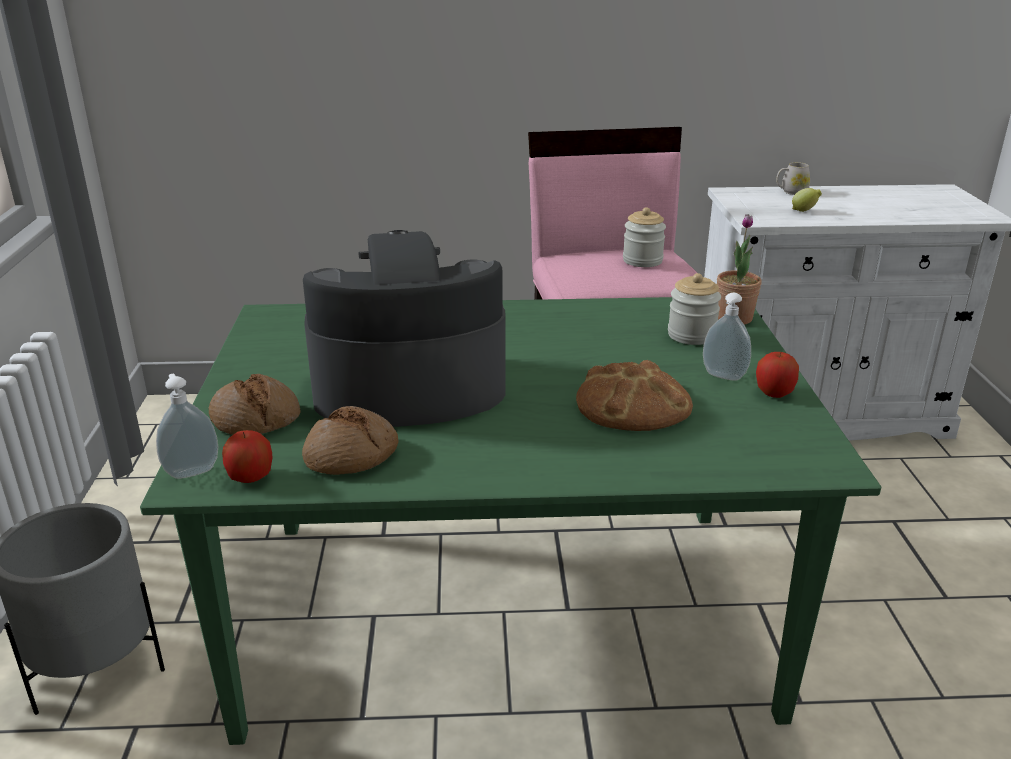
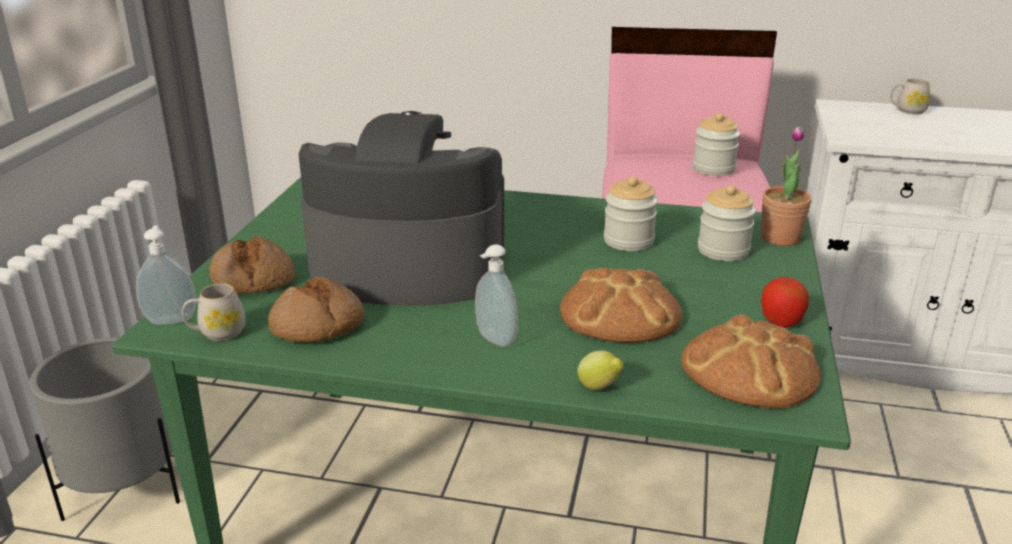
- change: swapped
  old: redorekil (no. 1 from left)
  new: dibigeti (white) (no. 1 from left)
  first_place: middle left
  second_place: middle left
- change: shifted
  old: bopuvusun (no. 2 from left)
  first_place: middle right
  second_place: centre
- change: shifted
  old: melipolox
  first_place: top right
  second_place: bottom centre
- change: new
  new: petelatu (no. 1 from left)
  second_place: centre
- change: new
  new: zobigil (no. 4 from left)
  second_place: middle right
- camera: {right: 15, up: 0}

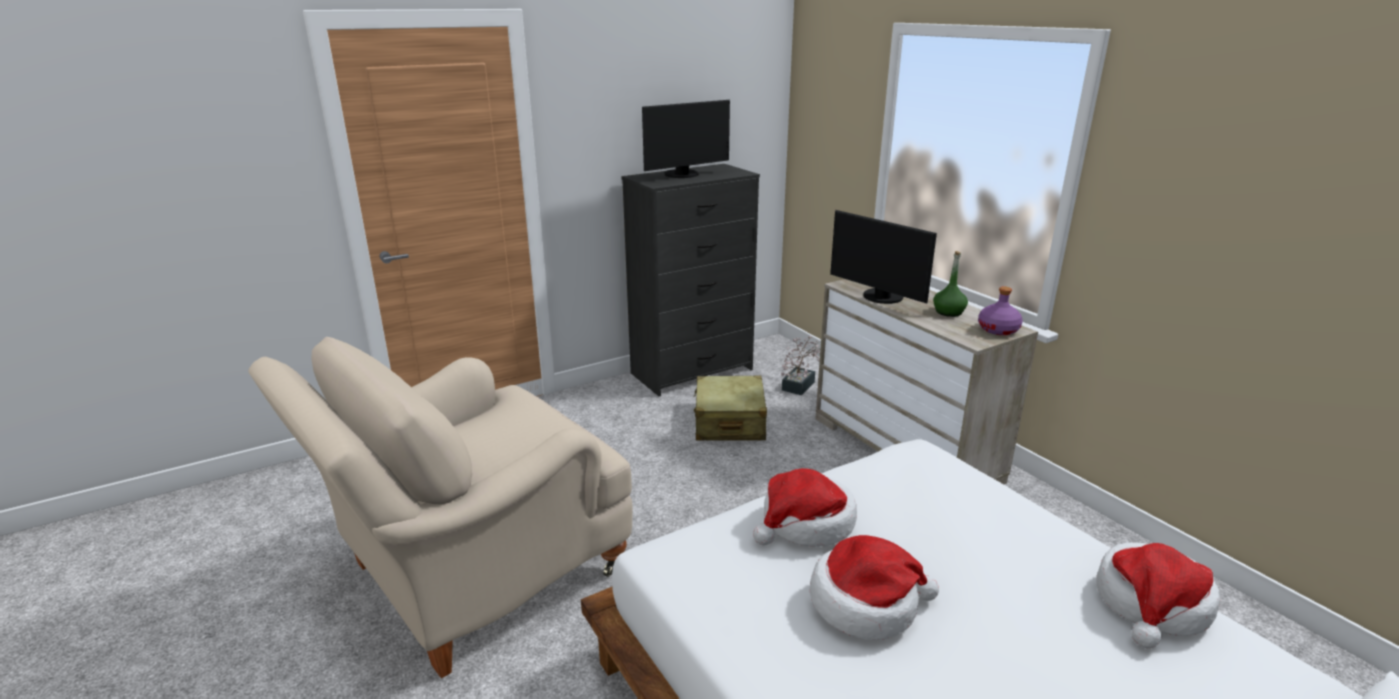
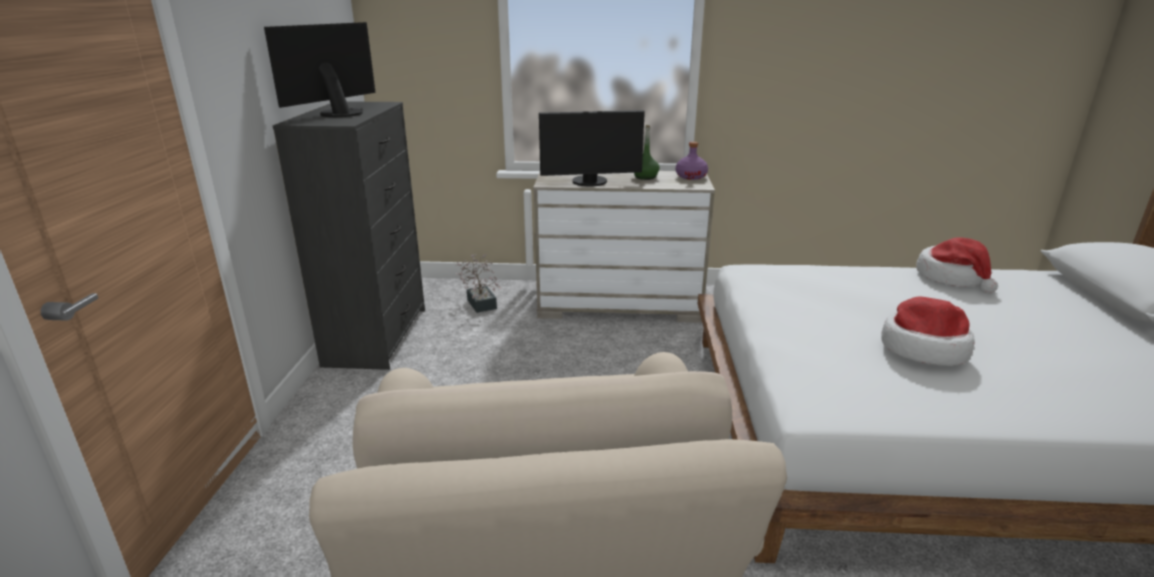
- change: rotated
  old: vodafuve (no. 1 from left)
  first_place: top centre
  second_place: top left
  degrees: -150
- change: gone
  old: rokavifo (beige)
  first_place: centre
- change: gone
  old: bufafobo (no. 1 from left)
  first_place: bottom centre
- camera: {right: -55, up: 0}

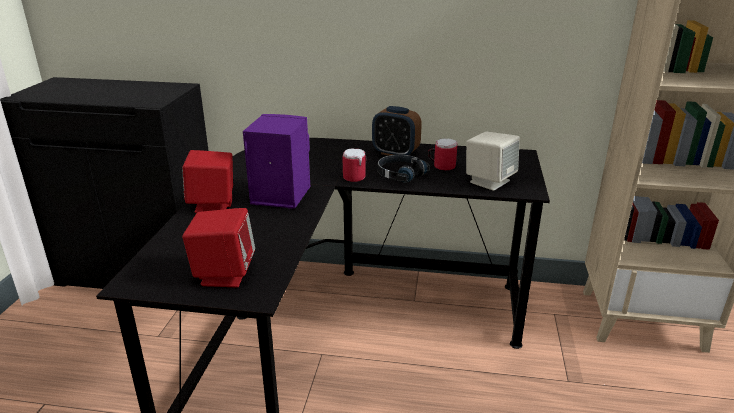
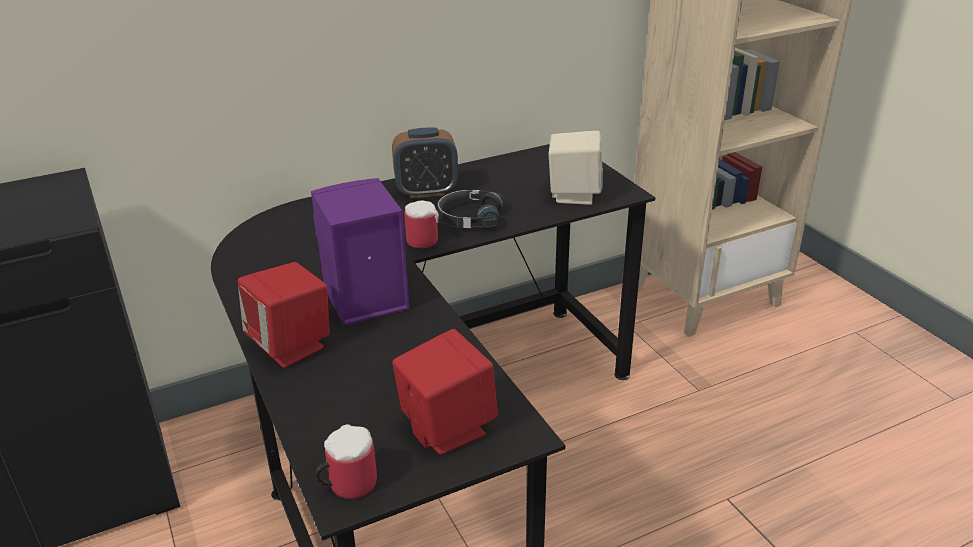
- change: shifted
  old: dibigeti (no. 2 from left in the first image)
  new: dibigeti (no. 1 from left)
  first_place: centre
  second_place: bottom centre
- camera: {right: -35, up: 5}

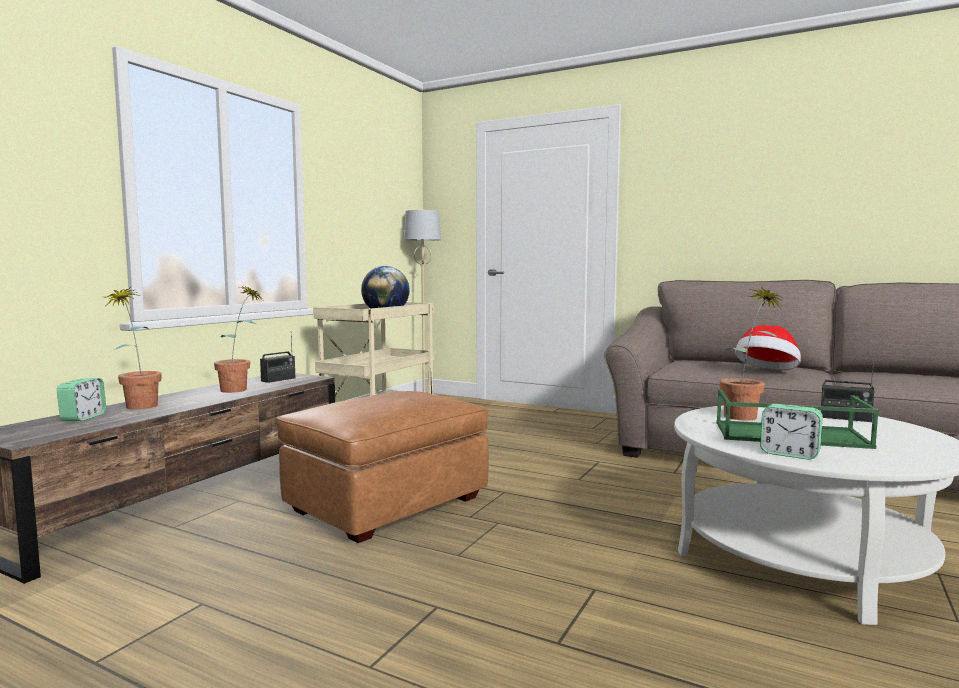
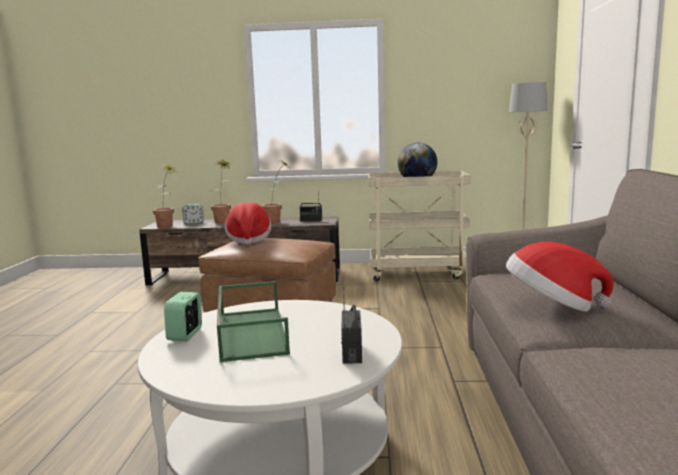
- change: shifted
  old: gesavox (no. 3 from left in the first image)
  new: gesavox (no. 1 from left)
  first_place: middle right
  second_place: middle left
- change: new
  new: bufafobo (no. 1 from left)
  second_place: centre
- camera: {right: 65, up: 5}

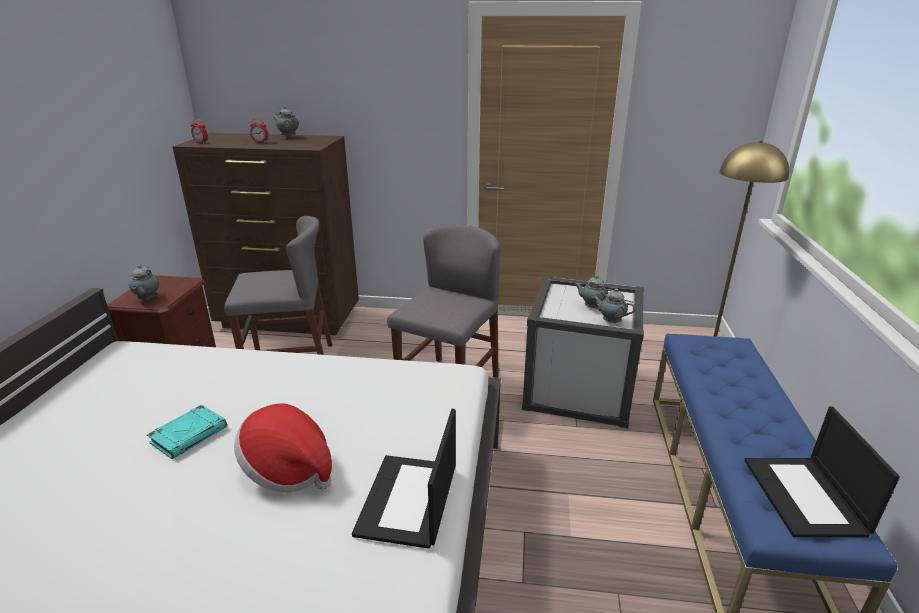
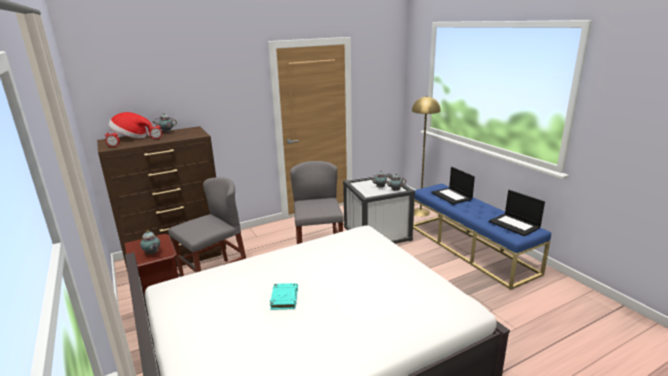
- change: shifted
  old: bufafobo
  first_place: bottom left
  second_place: top left
- change: shifted
  old: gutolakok (no. 1 from left)
  first_place: bottom centre
  second_place: middle right
- camera: {right: -35, up: -5}

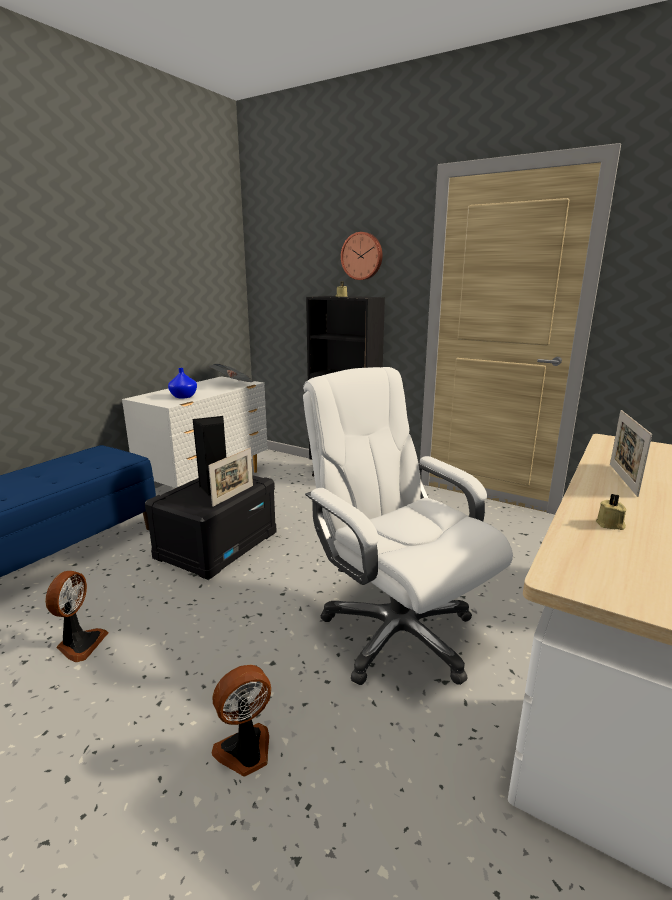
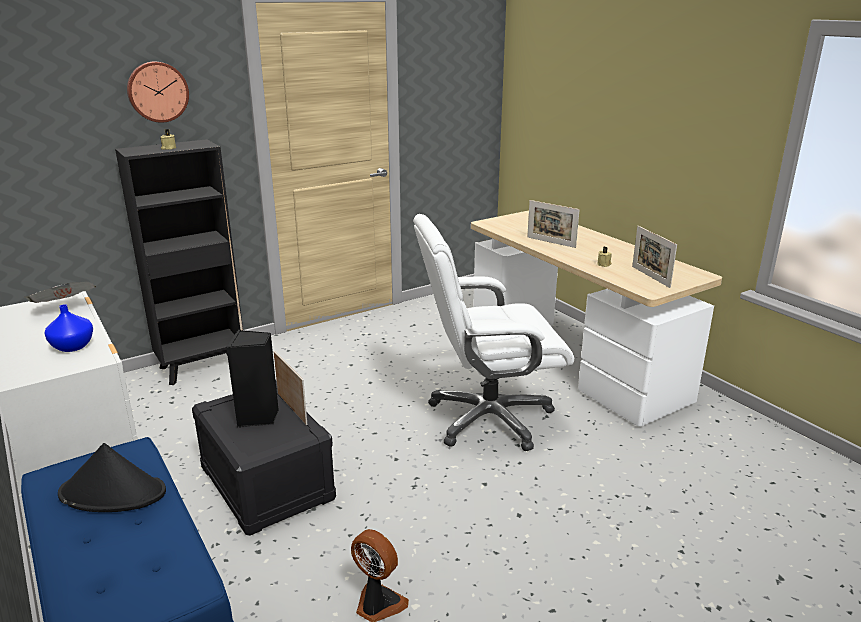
- change: gone
  old: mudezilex (no. 2 from left)
  first_place: bottom centre
- change: new
  new: bufafobo (black)
  second_place: bottom left
- change: new
  new: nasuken (no. 3 from left)
  second_place: middle right
- camera: {right: -65, up: 5}

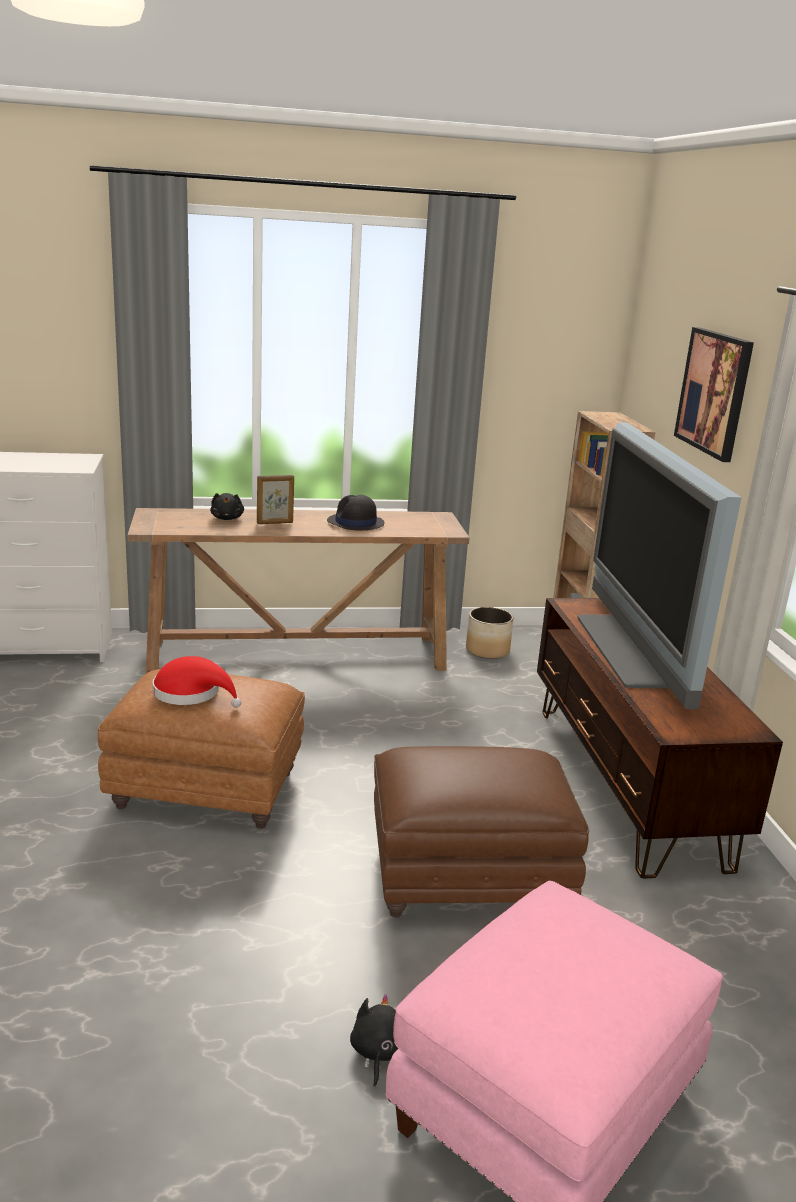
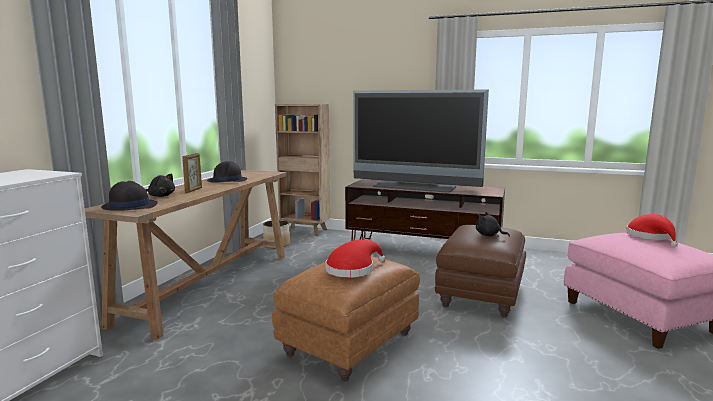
- change: shifted
  old: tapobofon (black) (no. 2 from left)
  first_place: bottom centre
  second_place: middle right
- change: gone
  old: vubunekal
  first_place: top right
- change: new
  new: bufafobo (black) (no. 1 from left)
  second_place: middle left
- change: new
  new: bufafobo (red) (no. 2 from left)
  second_place: middle right
- camera: {right: -60, up: -10}

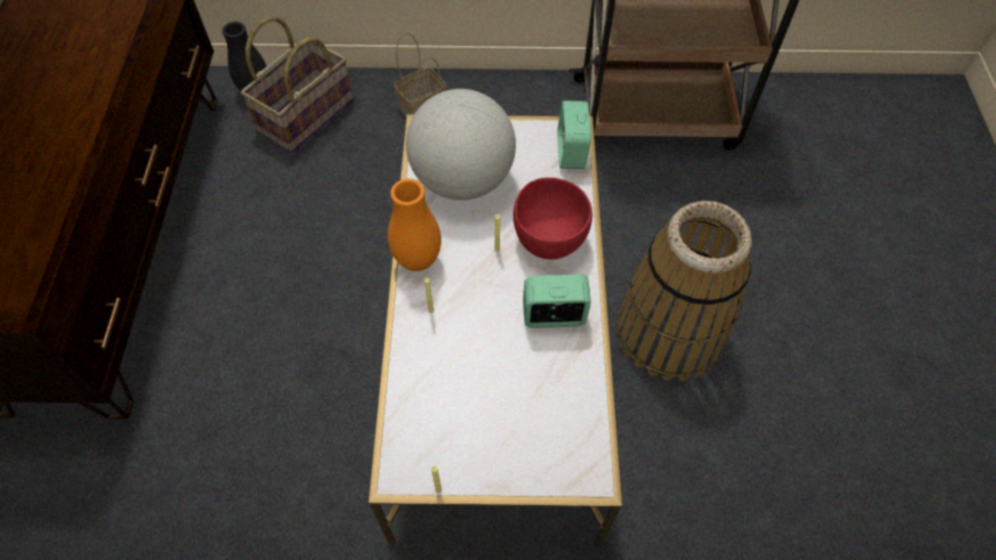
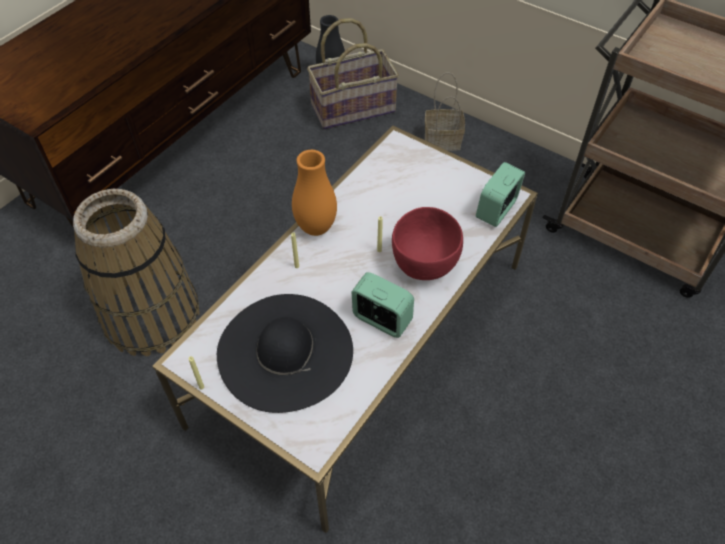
- change: gone
  old: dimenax
  first_place: top centre
- change: shifted
  old: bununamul (no. 3 from left in the first image)
  new: bununamul (no. 1 from left)
  first_place: middle right
  second_place: middle left
- change: new
  new: bufafobo (black)
  second_place: centre
- camera: {right: 35, up: -5}

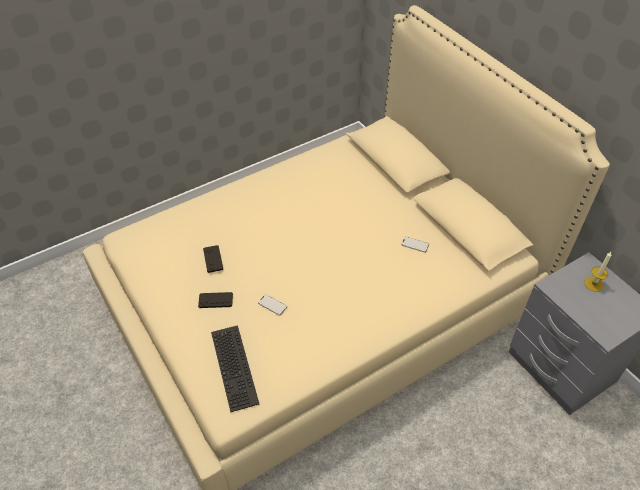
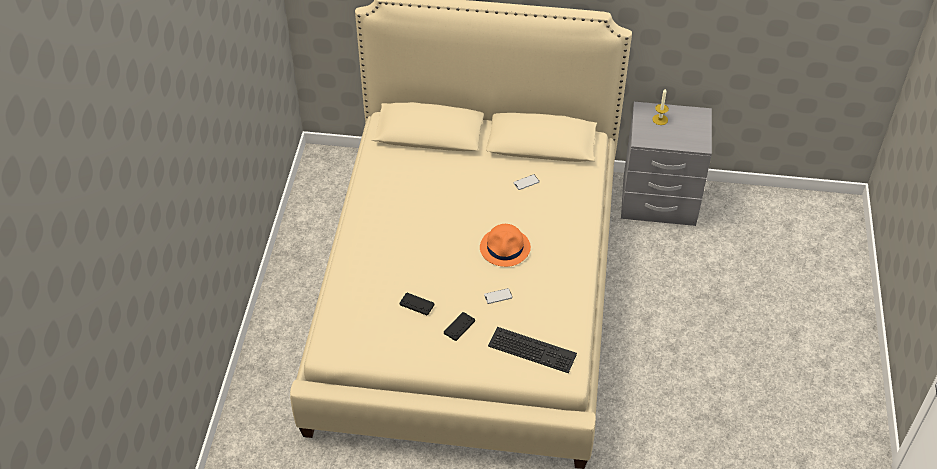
- change: new
  new: bufafobo (orange)
  second_place: centre
- camera: {right: -50, up: 0}

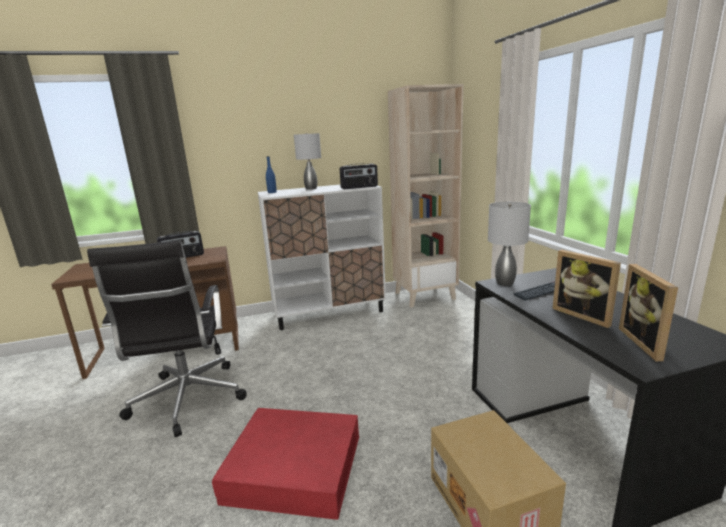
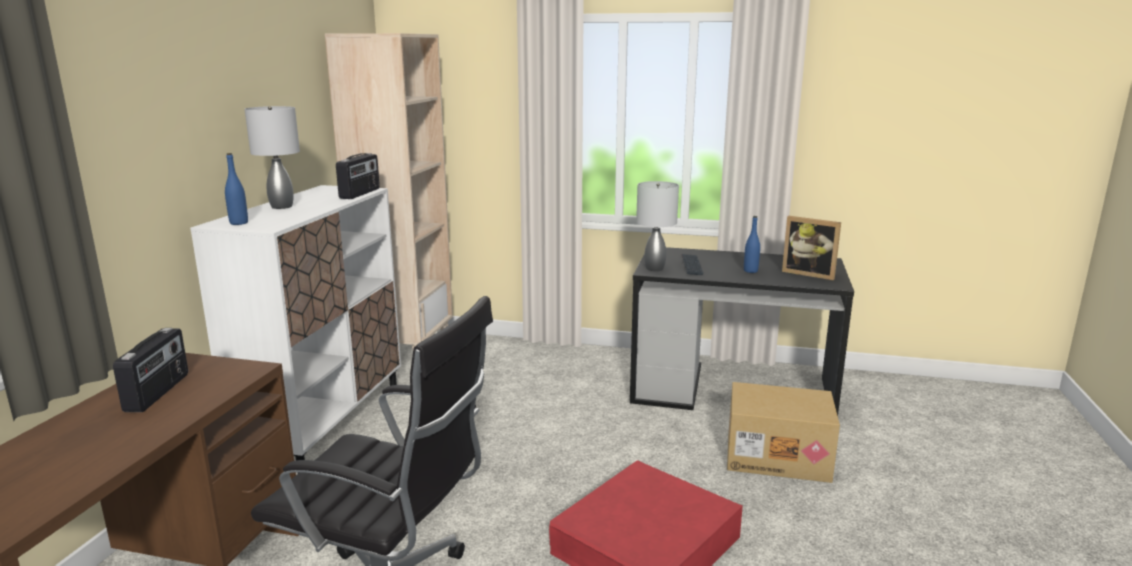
- change: swapped
  old: nasuken (no. 1 from left)
  new: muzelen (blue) (no. 2 from left)
  first_place: middle right
  second_place: centre
- camera: {right: -60, up: 0}

